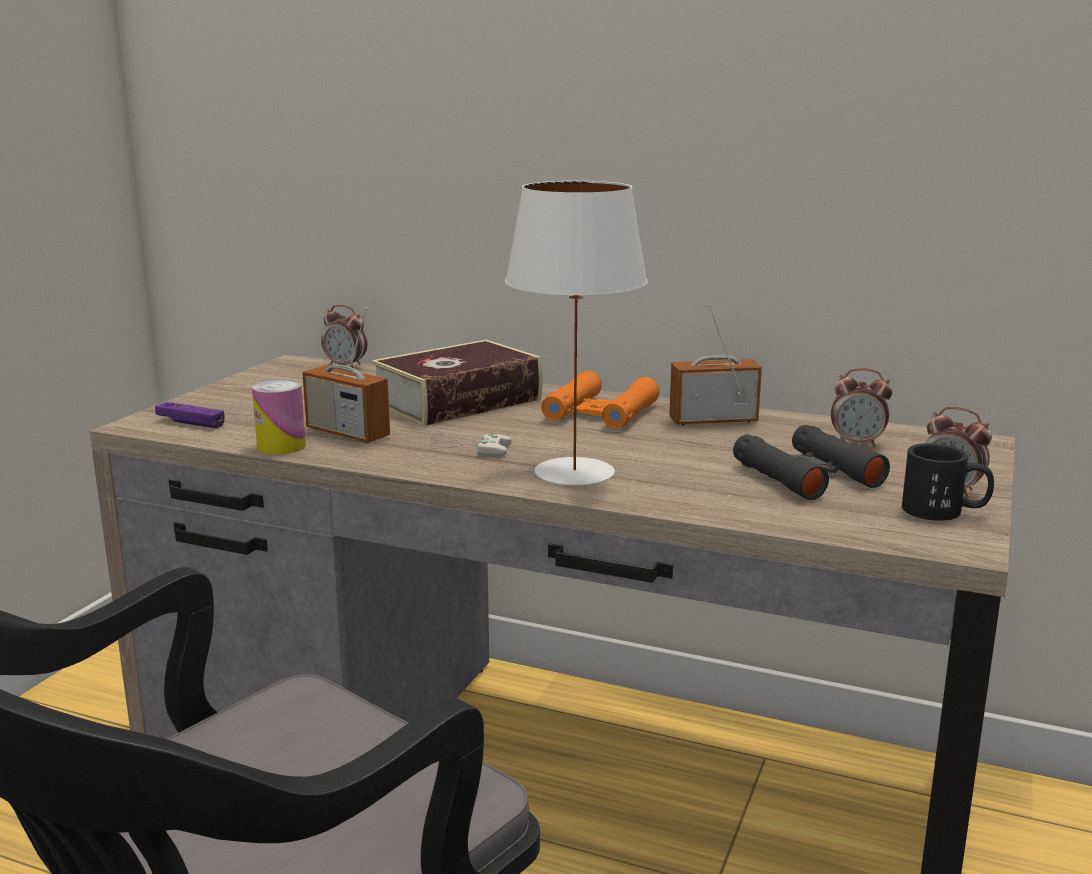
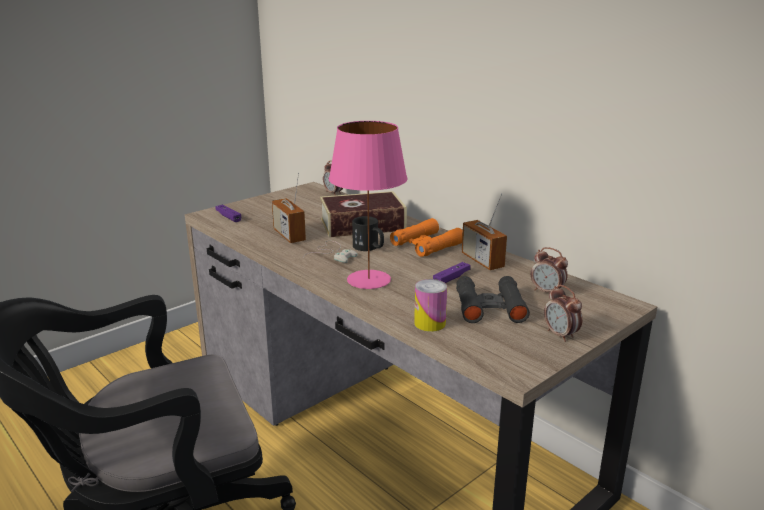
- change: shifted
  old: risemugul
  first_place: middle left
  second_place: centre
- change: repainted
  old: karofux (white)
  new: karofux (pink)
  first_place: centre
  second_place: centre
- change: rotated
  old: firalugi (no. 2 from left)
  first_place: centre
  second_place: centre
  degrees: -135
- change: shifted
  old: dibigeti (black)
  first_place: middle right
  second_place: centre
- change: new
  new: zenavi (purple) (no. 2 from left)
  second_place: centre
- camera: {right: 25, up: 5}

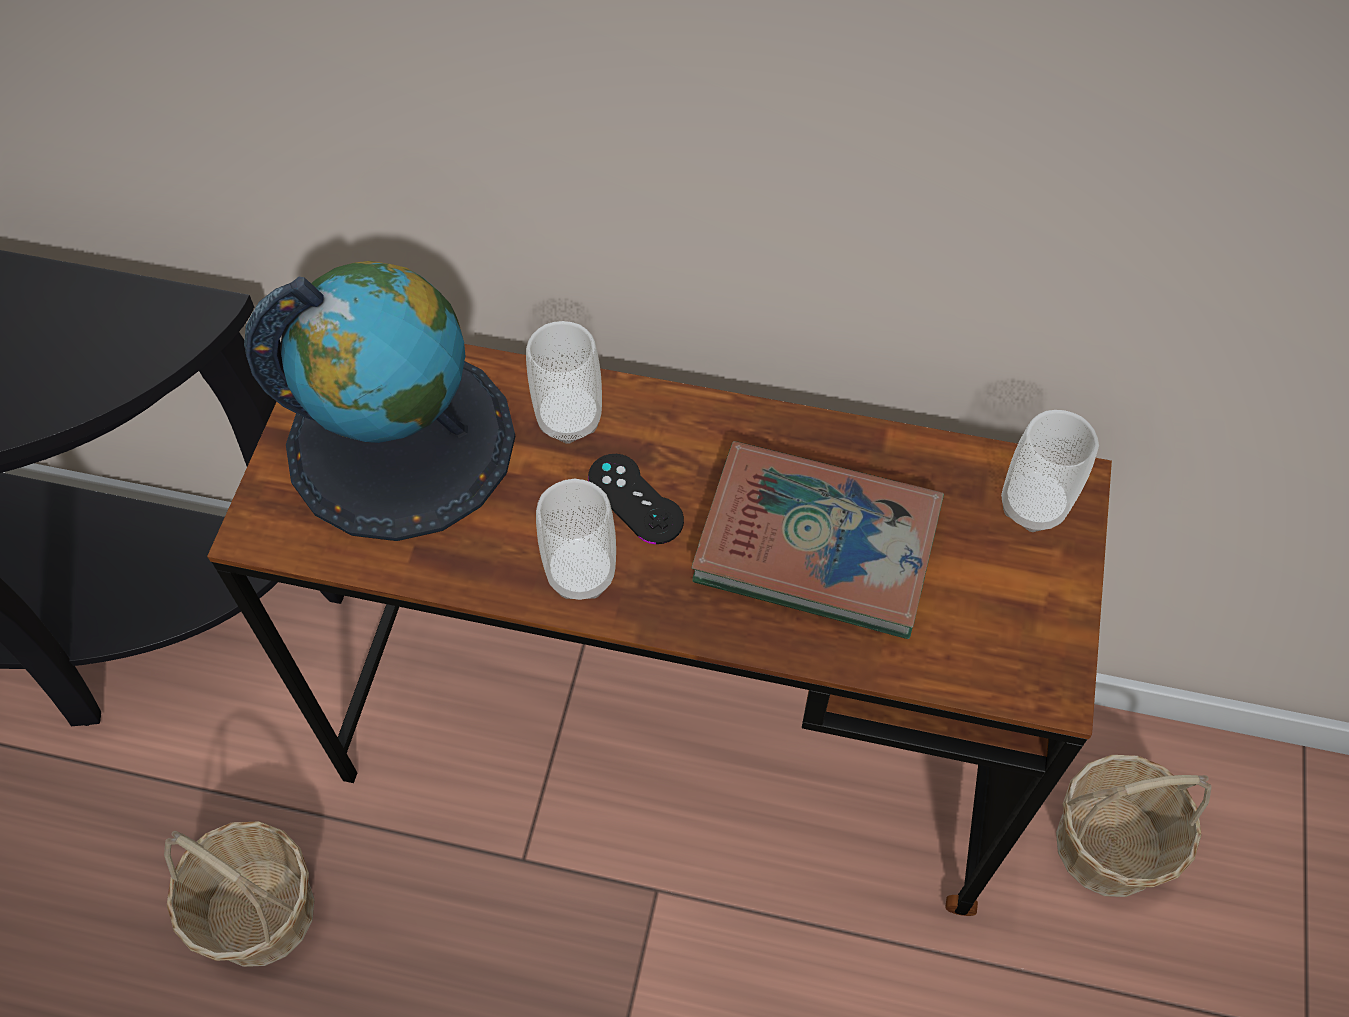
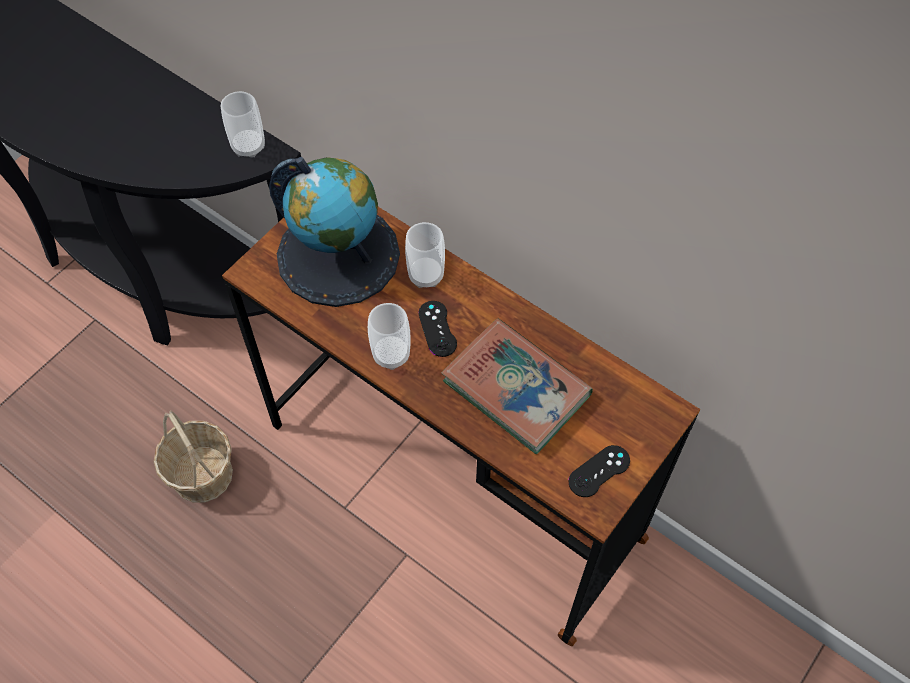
- change: shifted
  old: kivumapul (no. 3 from left in the first image)
  new: kivumapul (no. 1 from left)
  first_place: middle right
  second_place: top left
- change: gone
  old: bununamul (no. 2 from left)
  first_place: bottom right
- change: new
  new: zenavi (black) (no. 2 from left)
  second_place: bottom centre
- camera: {right: 25, up: 0}

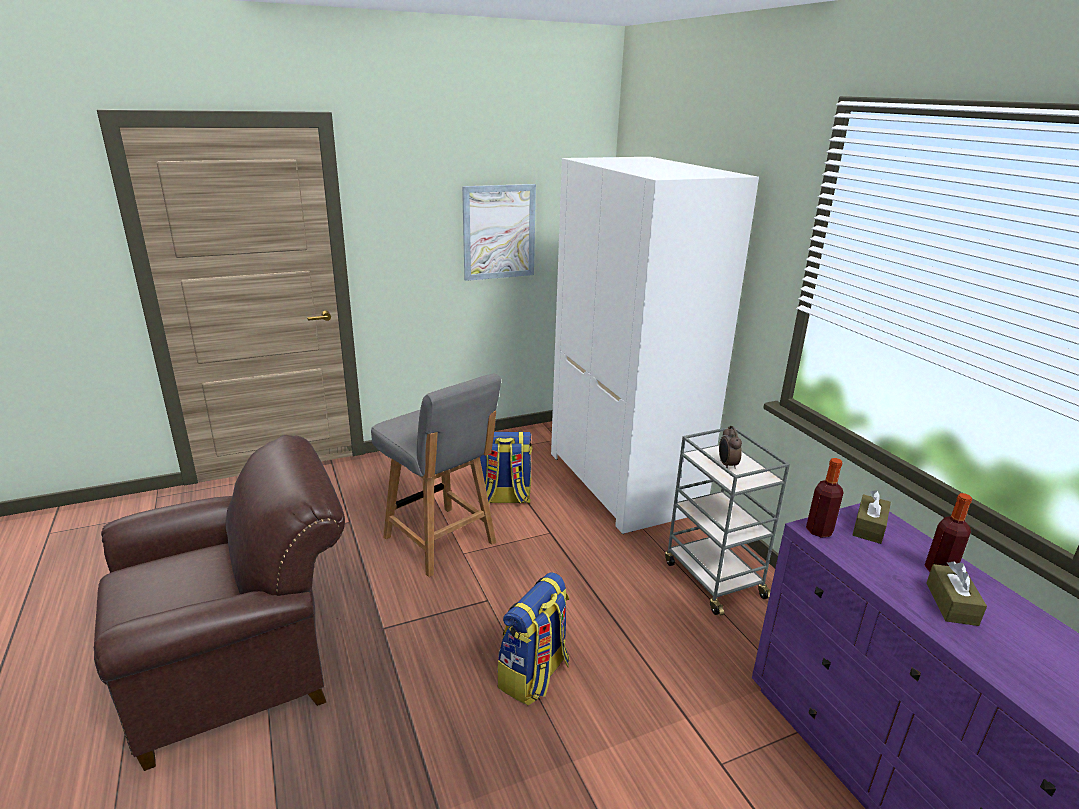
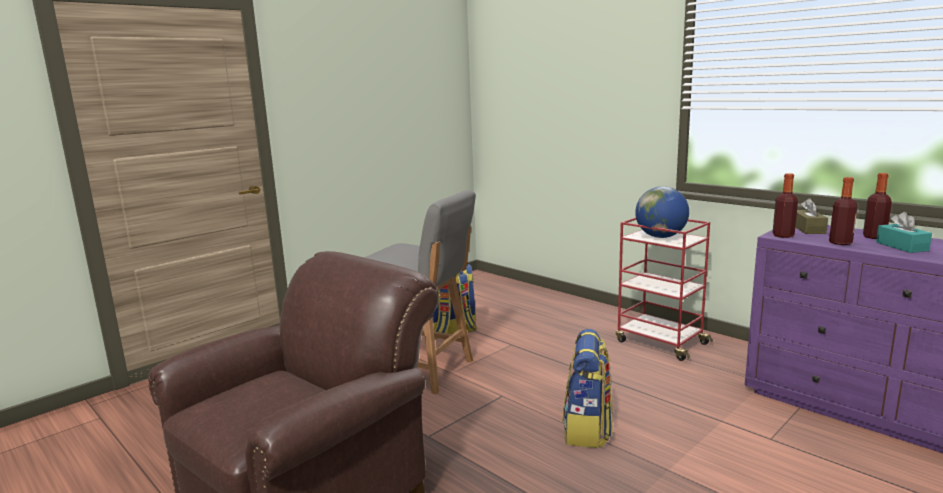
- change: gone
  old: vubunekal
  first_place: top centre
- change: gone
  old: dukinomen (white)
  first_place: centre
- change: repainted
  old: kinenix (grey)
  new: kinenix (red)
  first_place: middle right
  second_place: middle right
- change: swapped
  old: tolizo
  new: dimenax
  first_place: middle right
  second_place: middle right
- change: repainted
  old: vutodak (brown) (no. 2 from left)
  new: vutodak (turquoise)
  first_place: bottom right
  second_place: middle right
- change: new
  new: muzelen (no. 2 from left)
  second_place: middle right
- camera: {right: -20, up: -10}

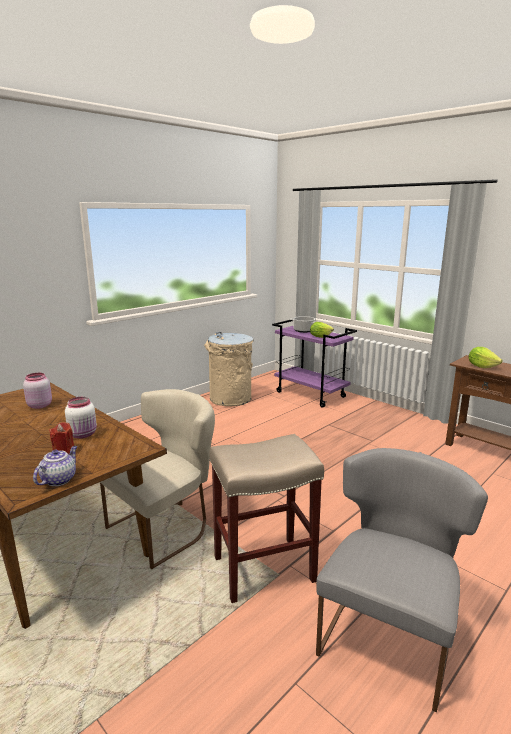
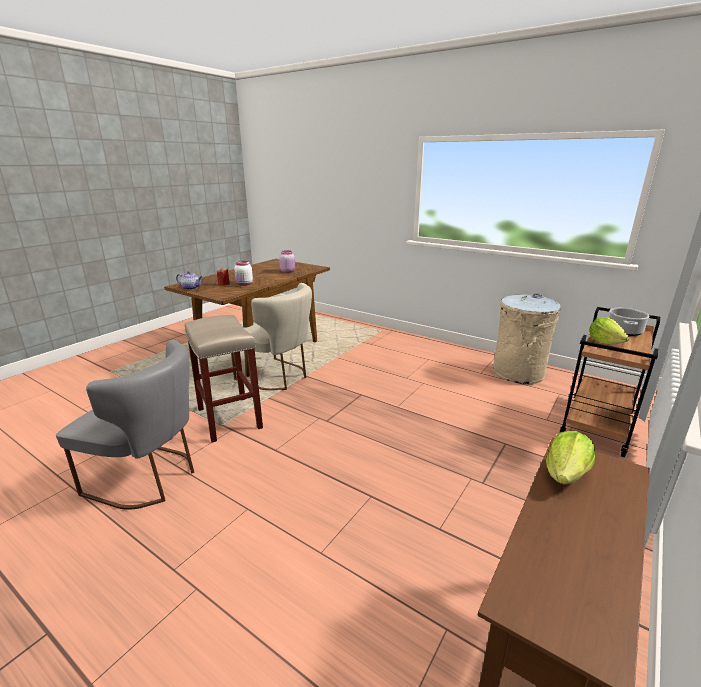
- change: repainted
  old: kinenix (purple)
  new: kinenix (brown)
  first_place: centre
  second_place: middle right
- camera: {right: 80, up: 5}

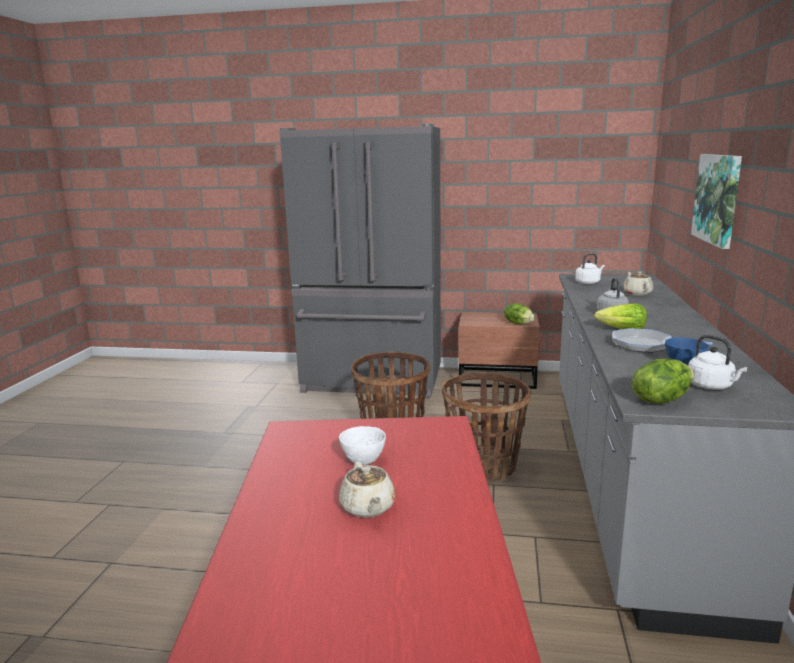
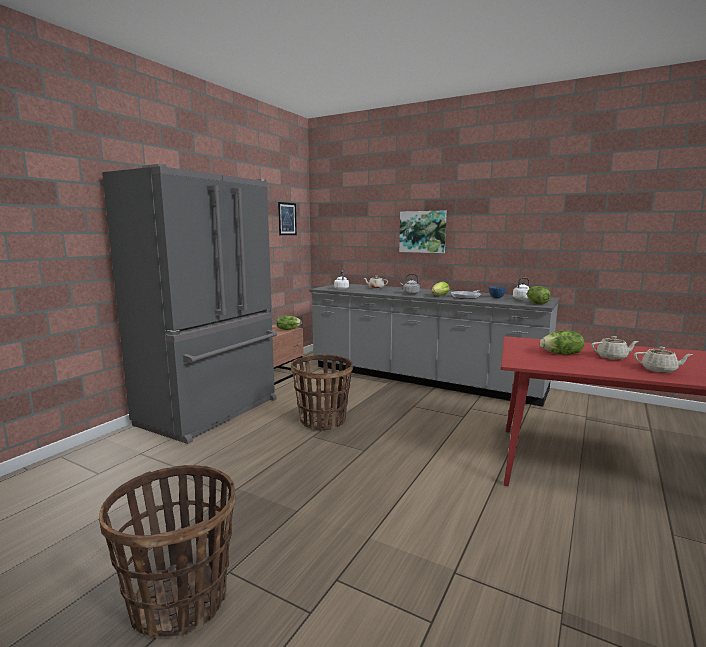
- change: swapped
  old: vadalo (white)
  new: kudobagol (no. 4 from left)
  first_place: bottom centre
  second_place: middle right
- change: shifted
  old: bununamul (no. 2 from left in the first image)
  new: bununamul (no. 1 from left)
  first_place: centre
  second_place: bottom left
- change: new
  new: vubunekal (no. 1 from left)
  second_place: centre
- change: new
  new: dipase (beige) (no. 3 from left)
  second_place: middle right
- camera: {right: -70, up: -5}

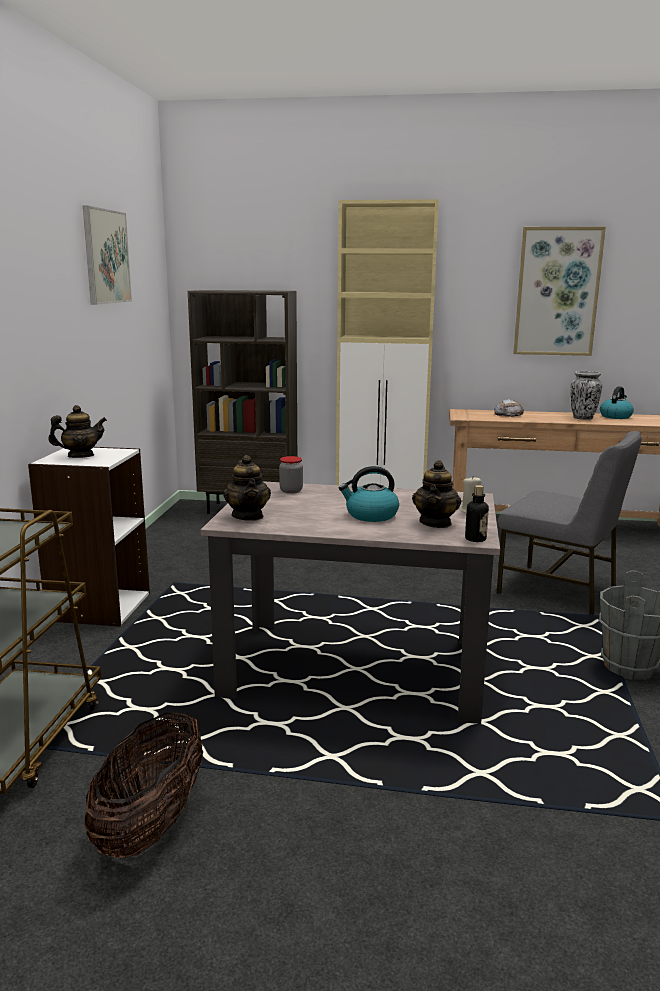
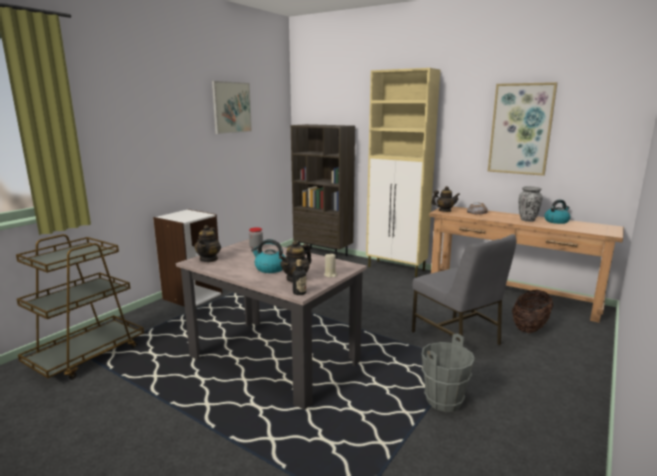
- change: shifted
  old: dipase (no. 1 from left in the first image)
  new: dipase (no. 3 from left)
  first_place: middle left
  second_place: middle right
- change: shifted
  old: bununamul
  first_place: bottom left
  second_place: middle right
- camera: {right: 25, up: 0}

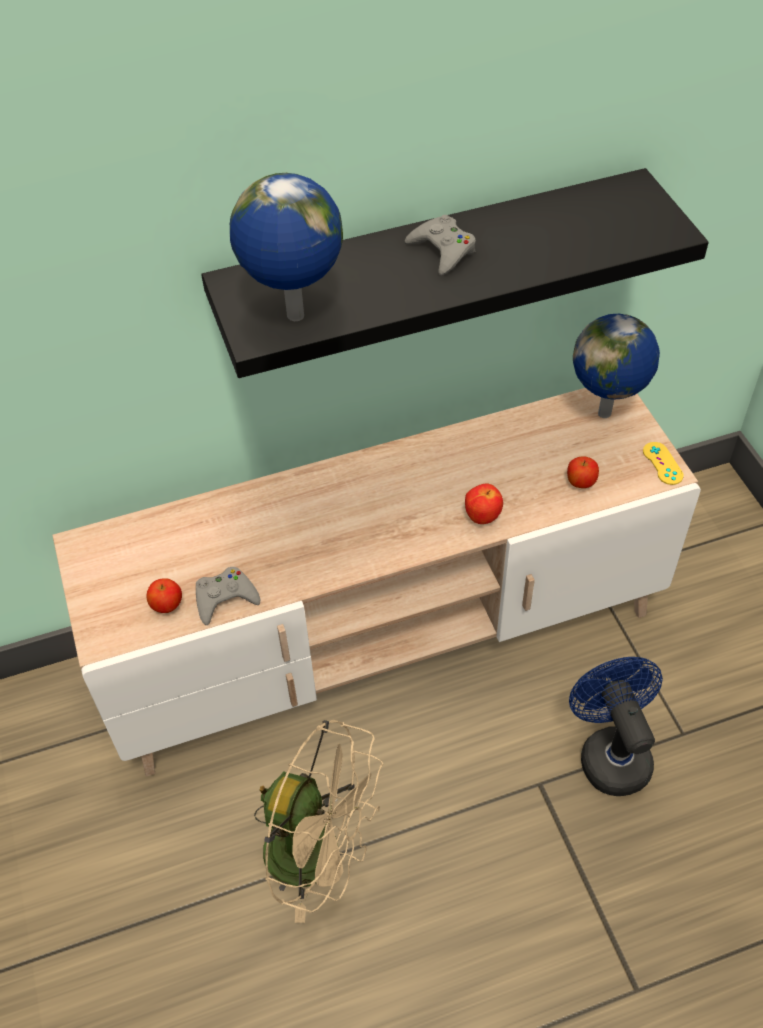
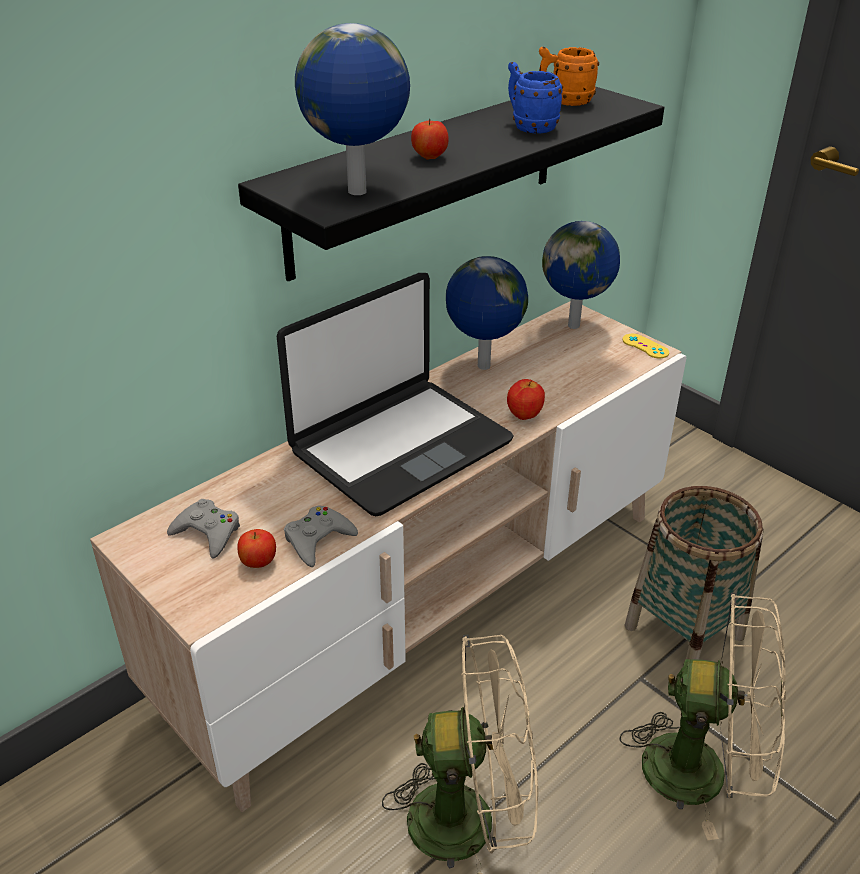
- change: shifted
  old: zenavi (grey) (no. 2 from left in the first image)
  new: zenavi (grey) (no. 1 from left)
  first_place: top centre
  second_place: middle left
- change: shifted
  old: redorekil (no. 3 from left in the first image)
  new: redorekil (no. 2 from left)
  first_place: middle right
  second_place: top centre
- change: swapped
  old: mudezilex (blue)
  new: bununamul
  first_place: bottom right
  second_place: middle right
- change: new
  new: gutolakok
  second_place: centre
- change: new
  new: dimenax (no. 2 from left)
  second_place: centre
- change: new
  new: dibigeti (blue)
  second_place: top centre
- change: new
  new: dibigeti (orange)
  second_place: top centre
- change: new
  new: mudezilex (beige) (no. 2 from left)
  second_place: bottom right
- camera: {right: -25, up: -15}

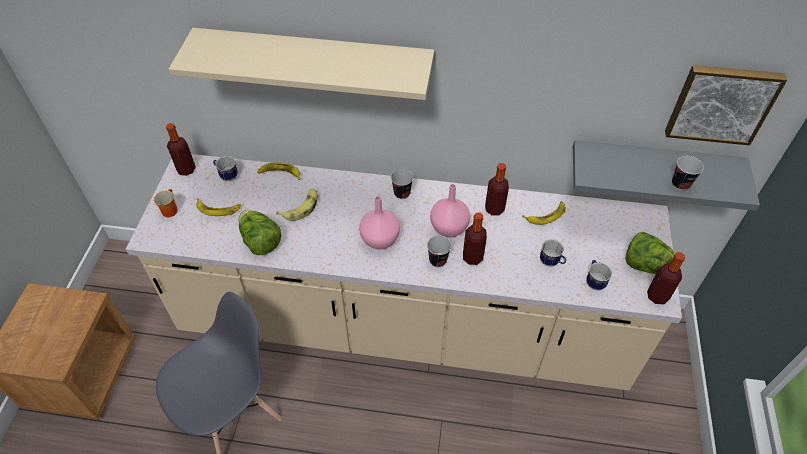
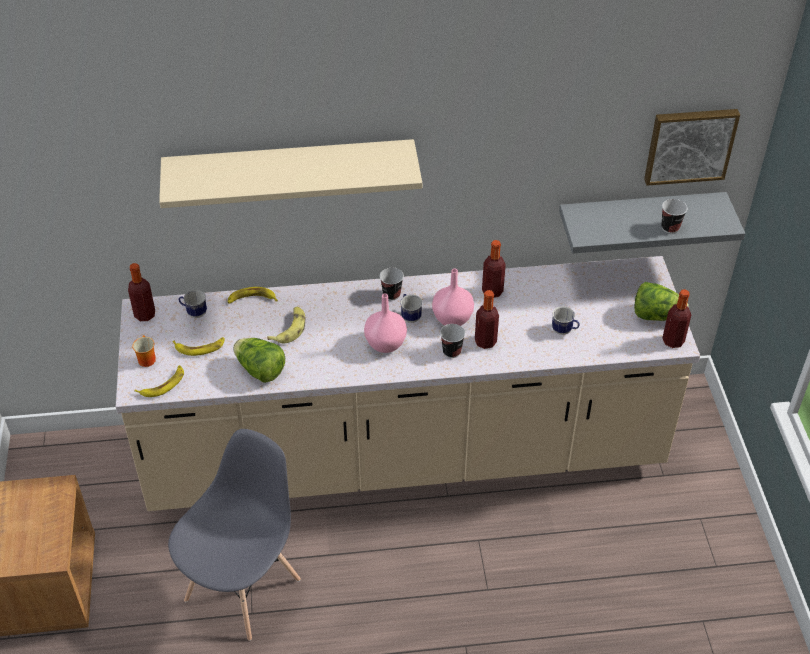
- change: shifted
  old: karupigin (no. 4 from left in the first image)
  new: karupigin (no. 1 from left)
  first_place: middle right
  second_place: middle left
- change: shifted
  old: dibigeti (no. 4 from left in the first image)
  new: dibigeti (no. 3 from left)
  first_place: middle right
  second_place: centre
- camera: {right: -15, up: -5}

